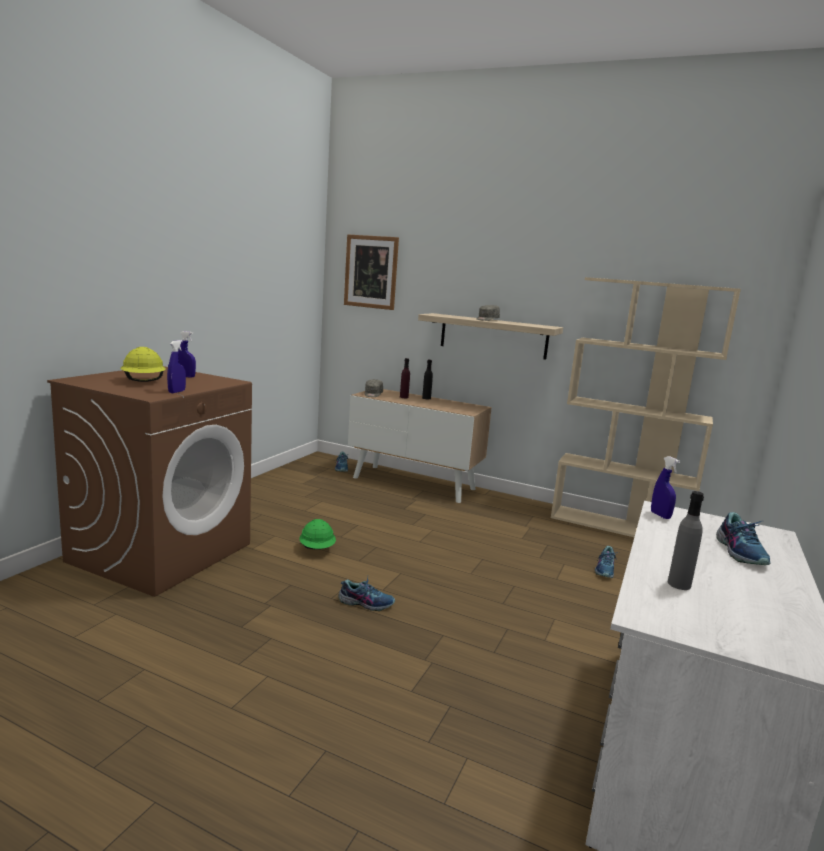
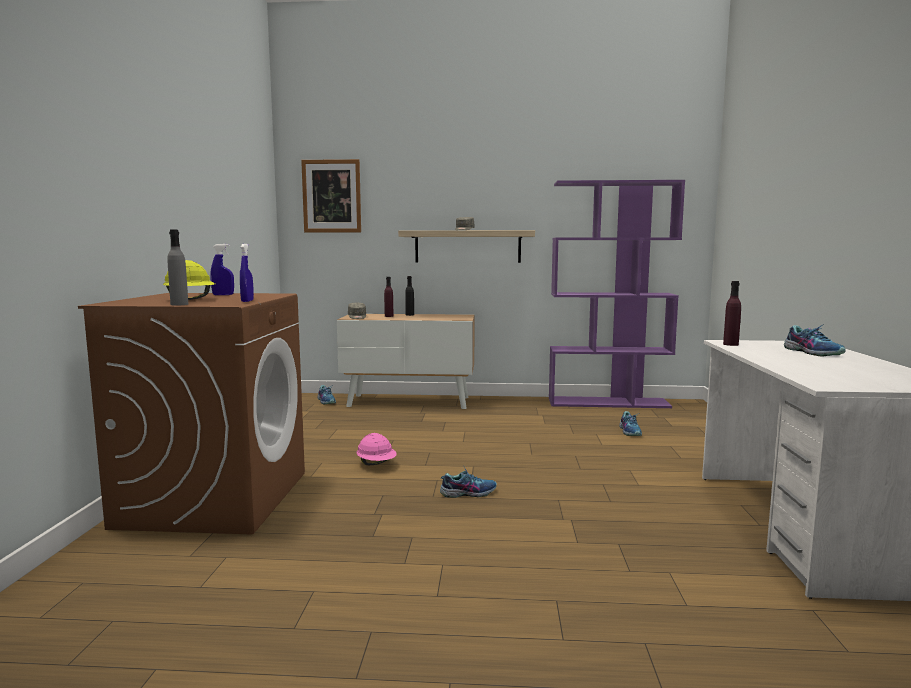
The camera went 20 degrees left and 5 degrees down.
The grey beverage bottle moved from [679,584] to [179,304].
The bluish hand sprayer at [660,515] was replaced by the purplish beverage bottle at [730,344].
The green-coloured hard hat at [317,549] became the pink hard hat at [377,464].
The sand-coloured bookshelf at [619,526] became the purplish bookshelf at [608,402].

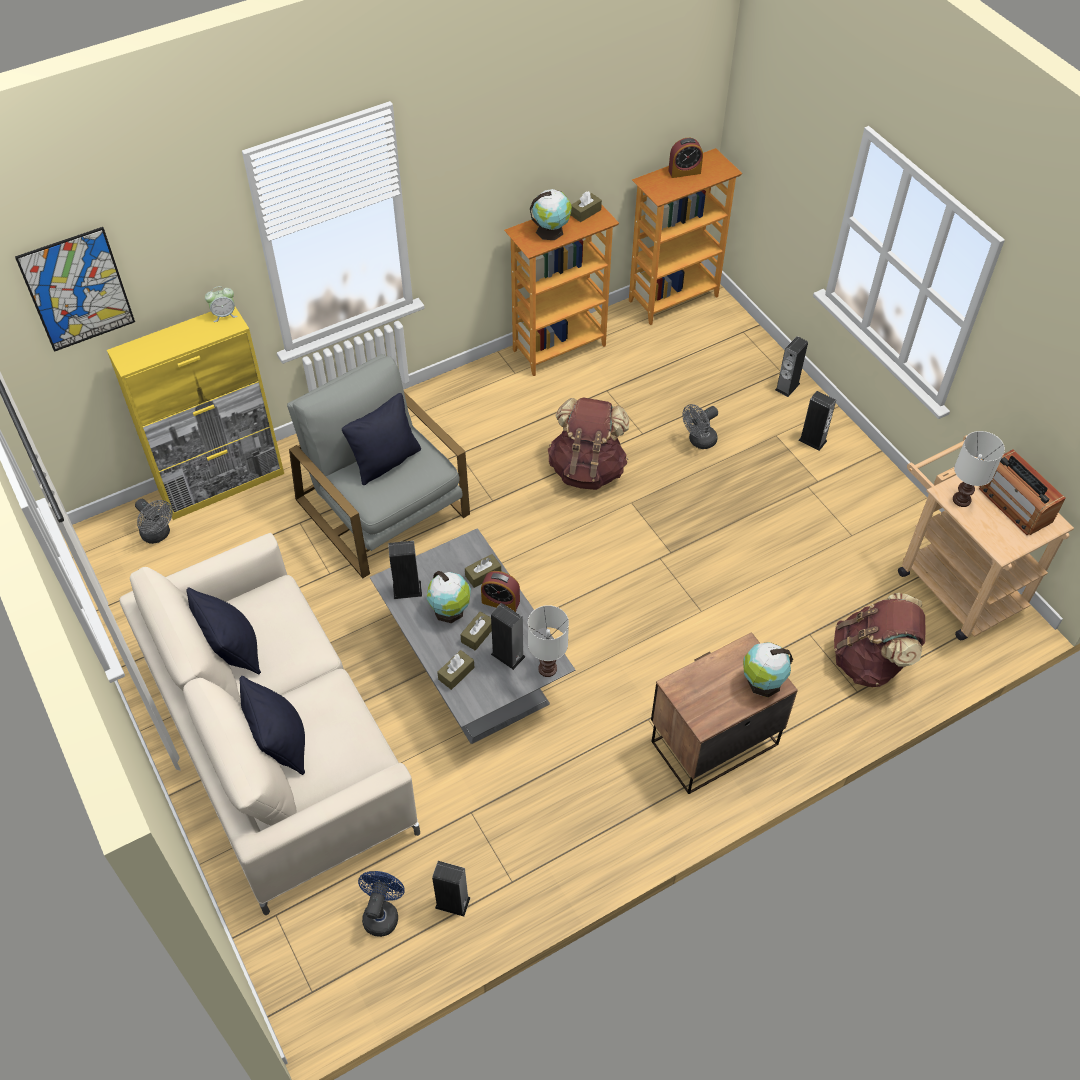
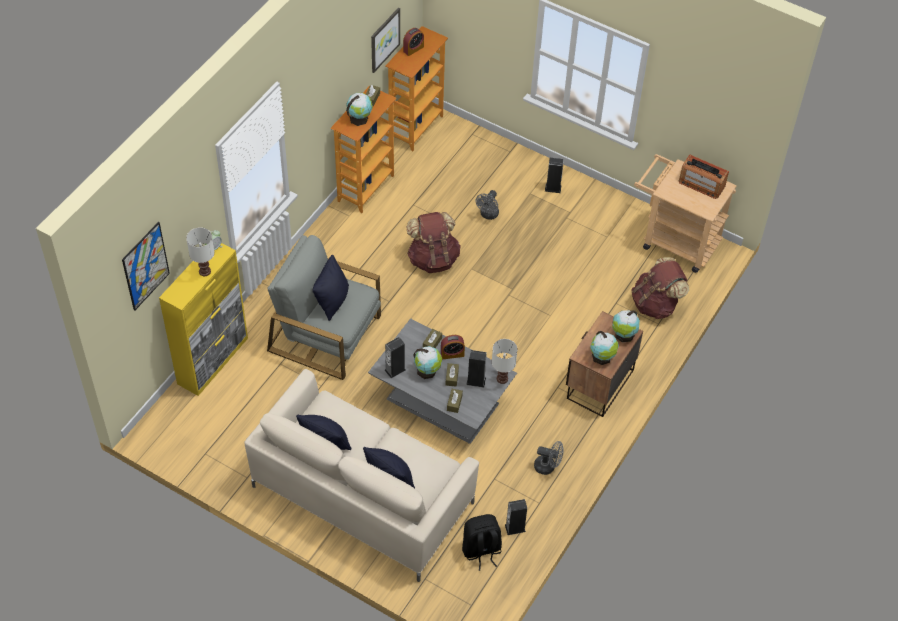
The camera went 30 degrees left and 0 degrees up.
The loudspeaker at [787,386] disappeared.
The wall picture at [384,39] appeared.
The globe at [602,357] appeared.
The grey fan moved from [158,535] to [548,466].
The white table lamp moved from [962,500] to [205,271].
The bluish fan at [382,913] was replaced by the blackish rucksack at [481,550].

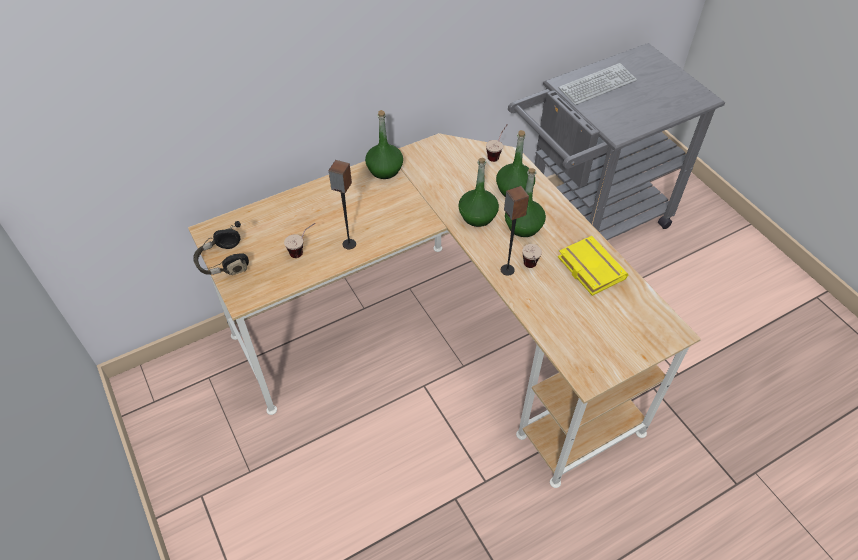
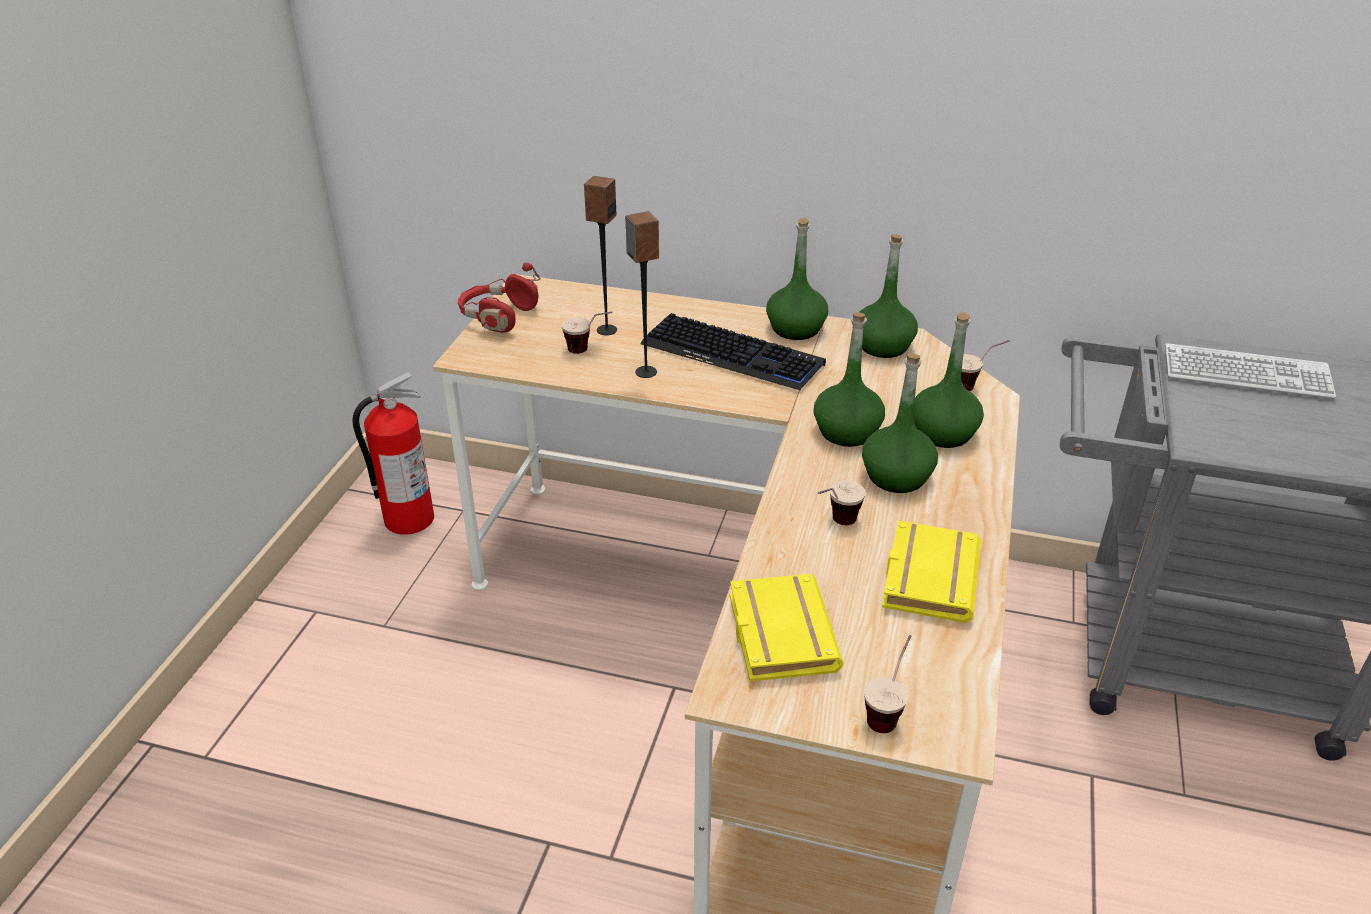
The camera went 45 degrees right and 15 degrees down.
The fire-fighting cylinder at [408,519] appeared.
The computer keyboard at [732,355] appeared.
The yellow-coloured volume at [777,632] appeared.
The green-coloured beverage bottle at [883,346] appeared.
The cup at [888,710] appeared.
The loudspeaker moved from [507,270] to [606,330].
The blackish headphones at [223,262] became the reddish headphones at [498,317].

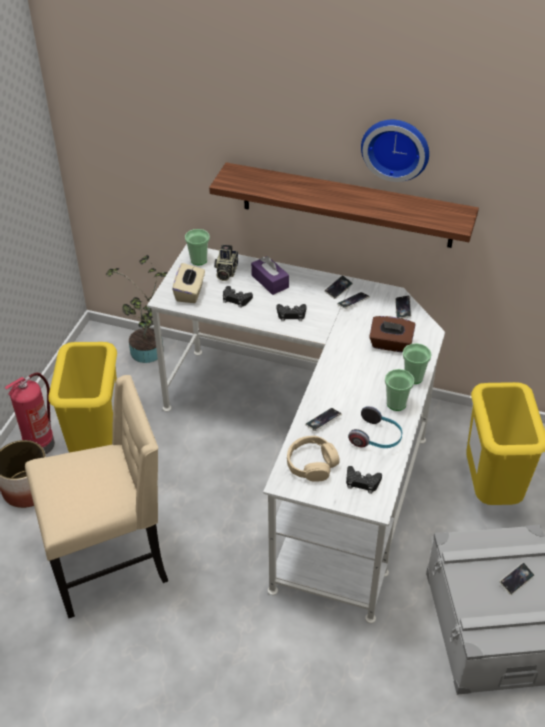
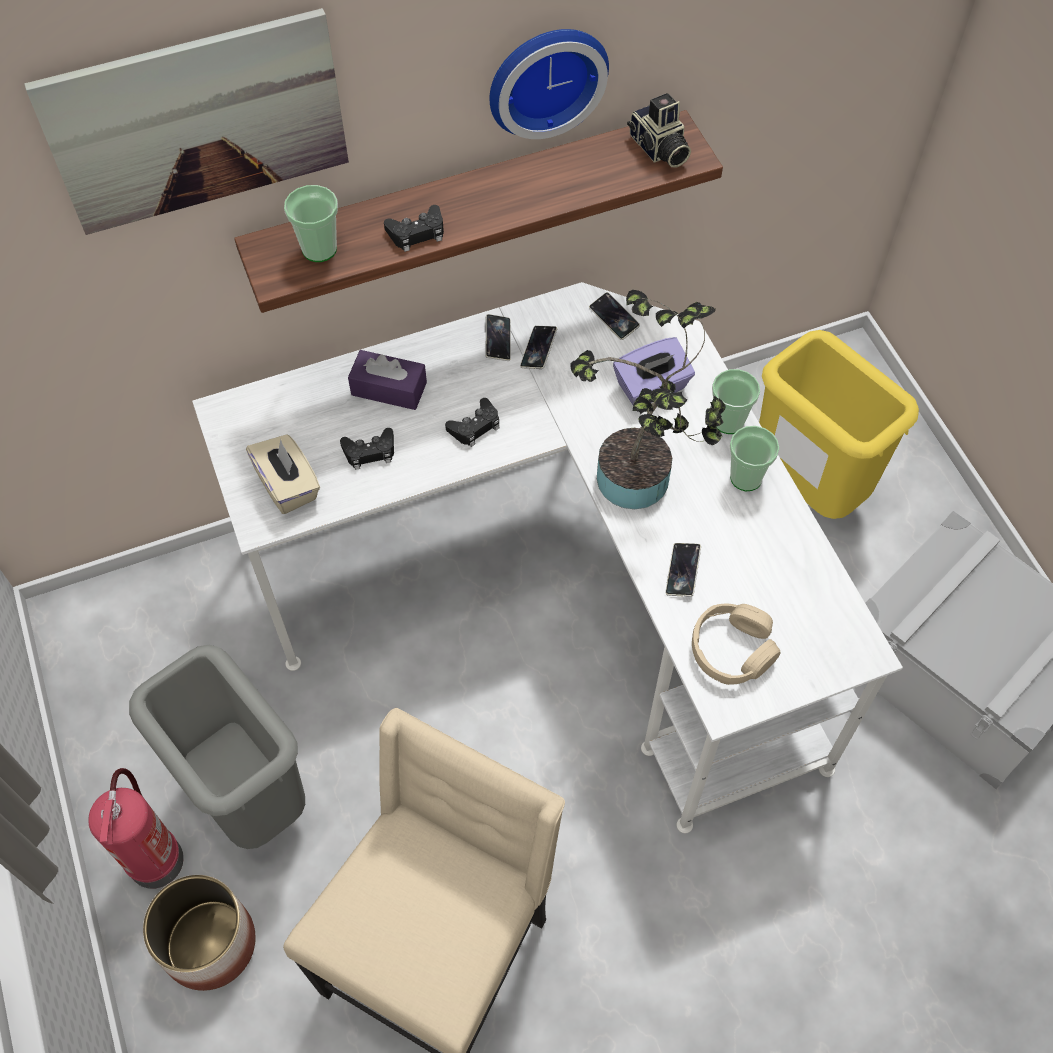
The camera went 40 degrees left and 15 degrees up.
The headphones at [377,438] disappeared.
The handset at [516,580] disappeared.
The wall picture at [198,122] appeared.
The potted plant moved from [147,354] to [640,482].
The cup moved from [199,260] to [319,249].
The still camera moved from [225,272] to [658,149].
The blackish game controller moved from [362,482] to [417,233].
The yellow-coloured rubbish bin at [97,446] became the grey rubbish bin at [248,797].
The brownish tissue box at [390,344] became the purplish tissue box at [652,387].

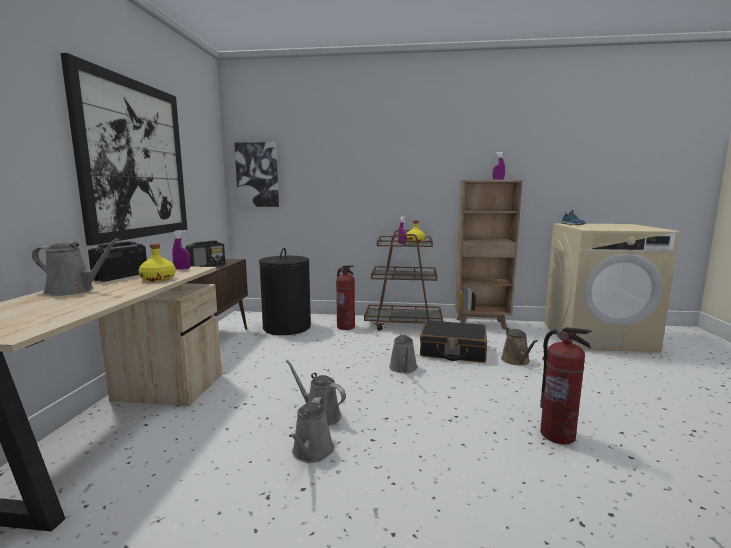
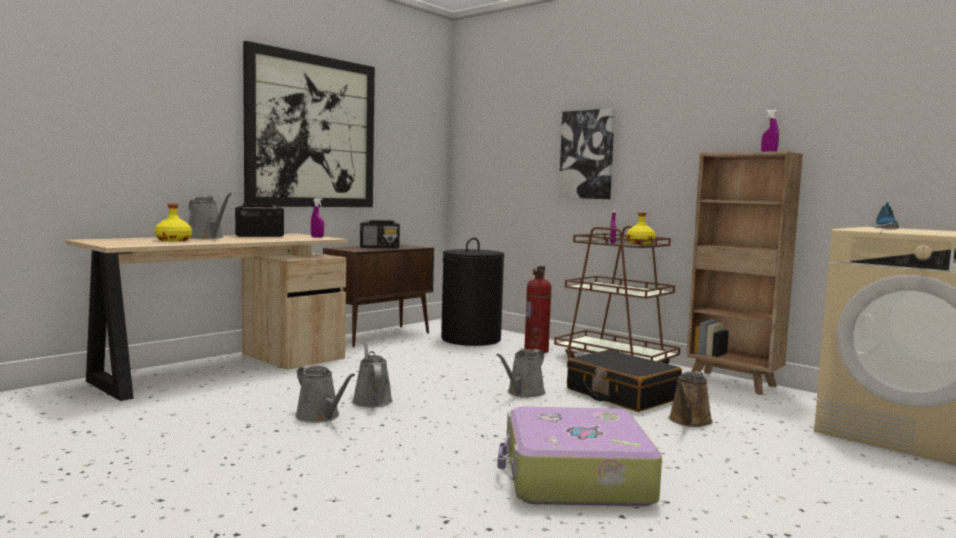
The camera went 35 degrees right and 5 degrees down.
The yellow-coloured beverage bottle moved from [158,279] to [173,240].
The wall picture moved from [257,175] to [587,154].
The fire-fighting cylinder at [557,435] was replaced by the piece of luggage at [575,477].
The grey watering pot at [311,452] turned 90 degrees counterclockwise.

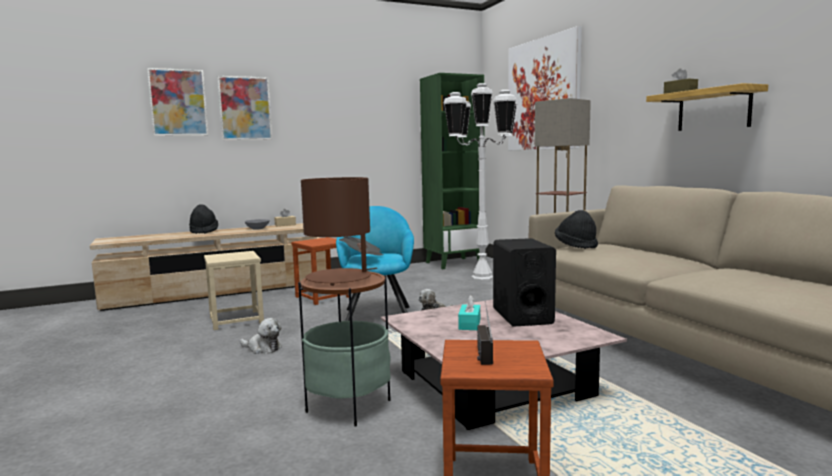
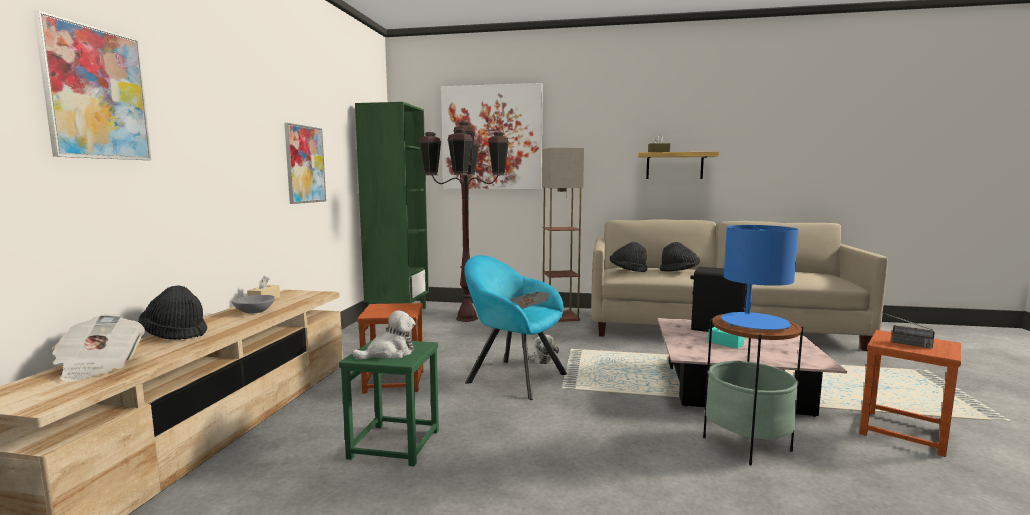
The camera went 55 degrees left and 0 degrees up.
The printed paper at [99,366] appeared.
The blackish hat at [679,271] appeared.
The wall picture moved from [245,108] to [305,164].
The plush toy moved from [262,348] to [389,353].
The sand-coloured stool seat at [236,320] became the green-coloured stool seat at [395,444].
The brownish table lamp at [339,278] became the bluish table lamp at [754,322].
The white standard lamp at [481,277] became the brownish standard lamp at [466,319].

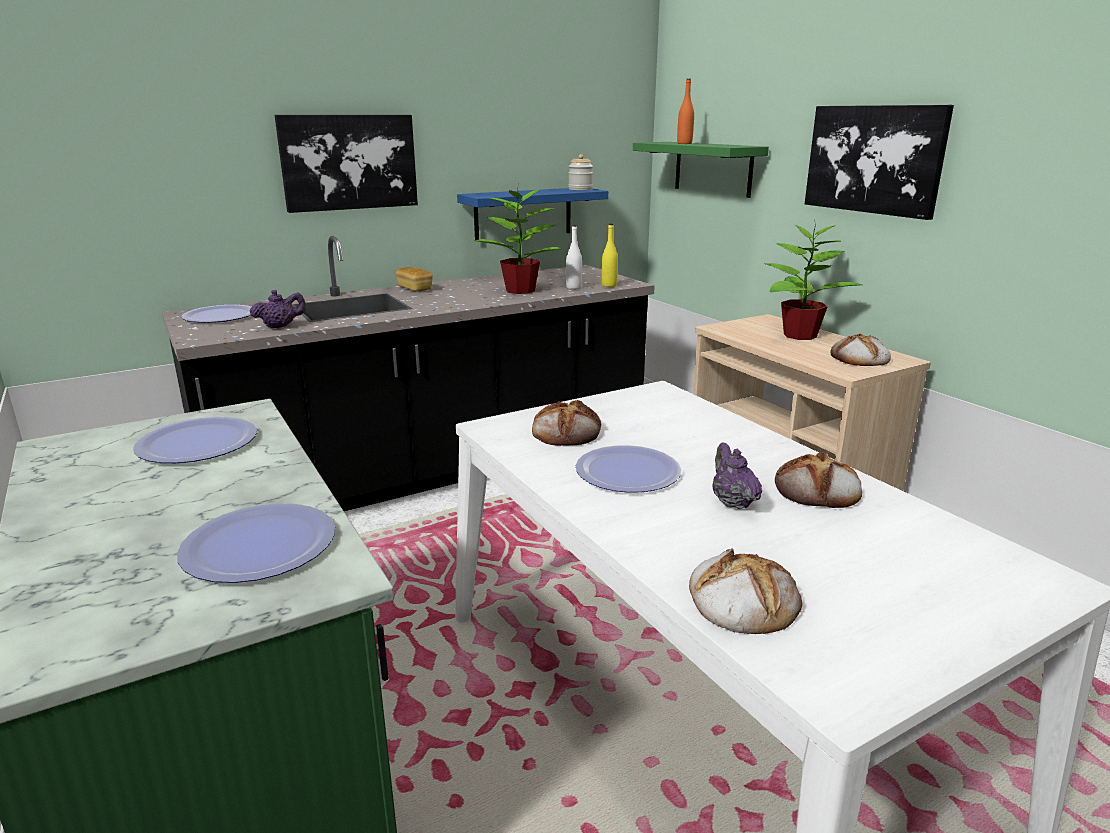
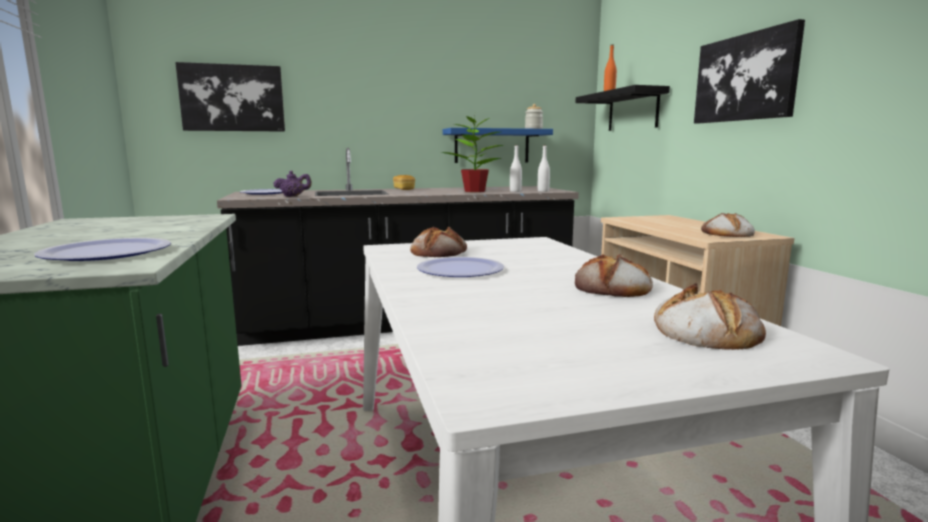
The camera went 15 degrees right and 10 degrees down.
The dinner plate at [197,443] disappeared.
The purplish pot for tea at [732,502] disappeared.
The potted plant at [798,335] disappeared.
The wall picture moved from [349,162] to [232,98].
The baked bread moved from [742,600] to [704,331].
The yellow-coloured beverage bottle at [609,285] became the white beverage bottle at [543,191].
The green-coloured wall shelf at [713,168] became the blackish wall shelf at [633,111].

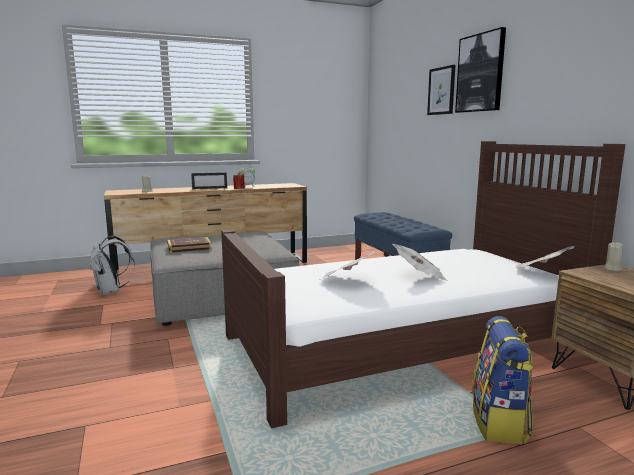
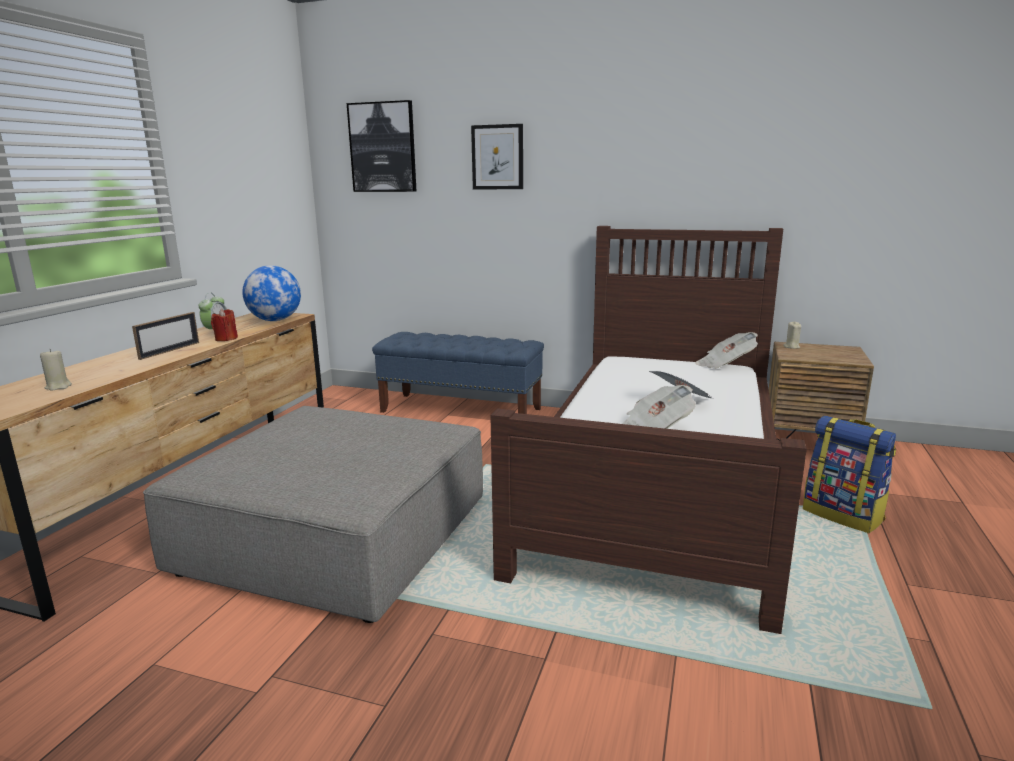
The camera went 50 degrees left and 5 degrees up.
The white rucksack at [111,291] disappeared.
The volume at [189,247] disappeared.
The globe at [275,320] appeared.
The wall picture moved from [480,73] to [383,147].

